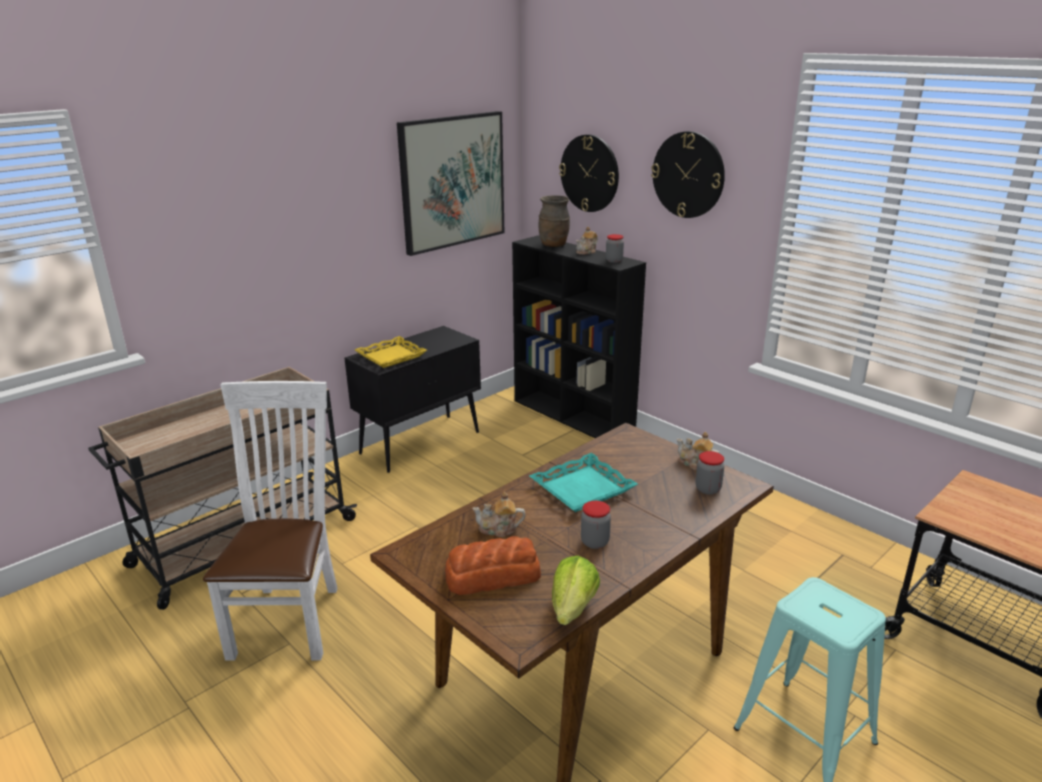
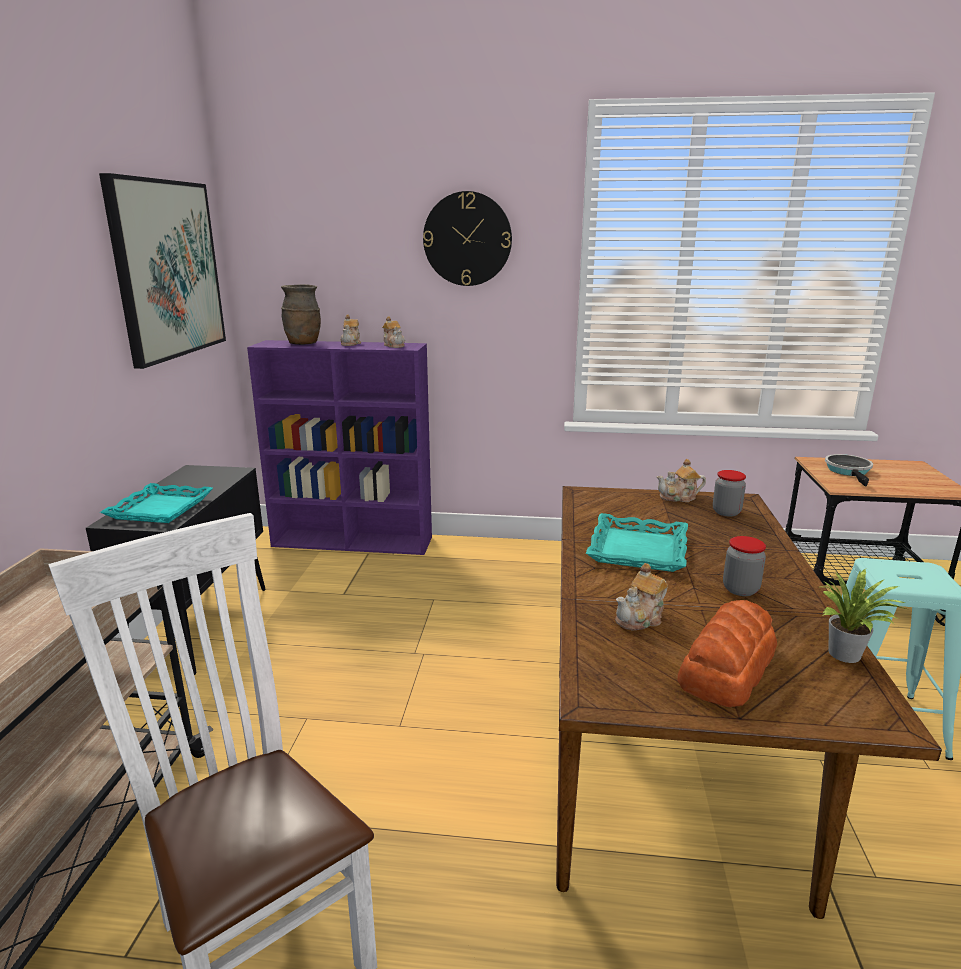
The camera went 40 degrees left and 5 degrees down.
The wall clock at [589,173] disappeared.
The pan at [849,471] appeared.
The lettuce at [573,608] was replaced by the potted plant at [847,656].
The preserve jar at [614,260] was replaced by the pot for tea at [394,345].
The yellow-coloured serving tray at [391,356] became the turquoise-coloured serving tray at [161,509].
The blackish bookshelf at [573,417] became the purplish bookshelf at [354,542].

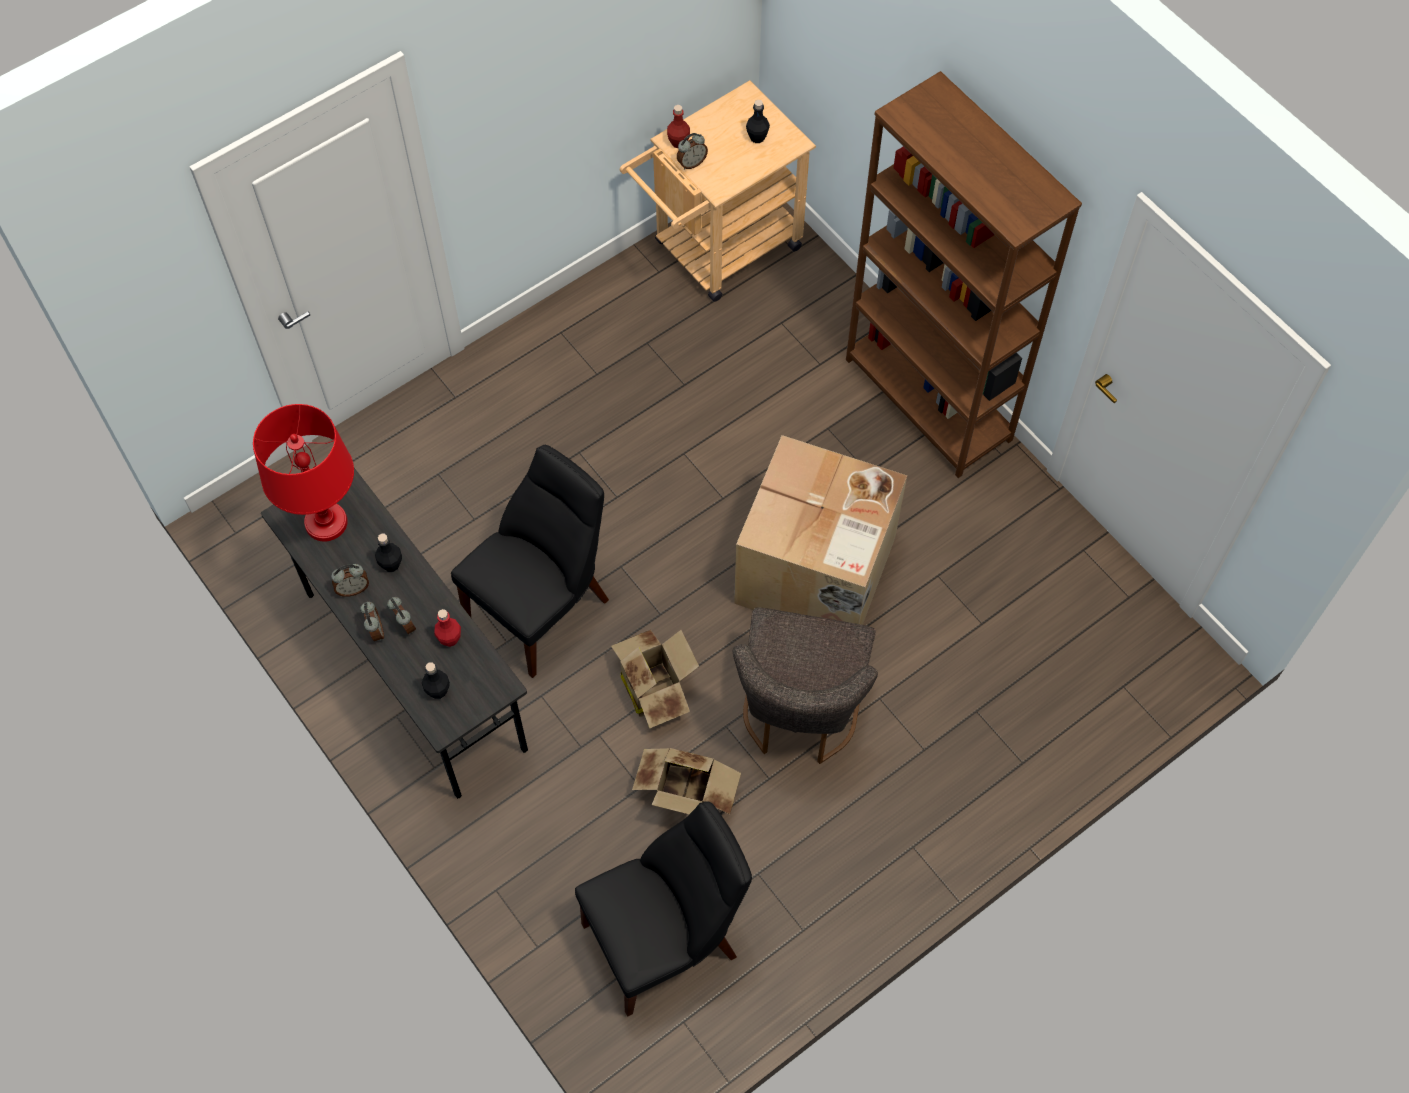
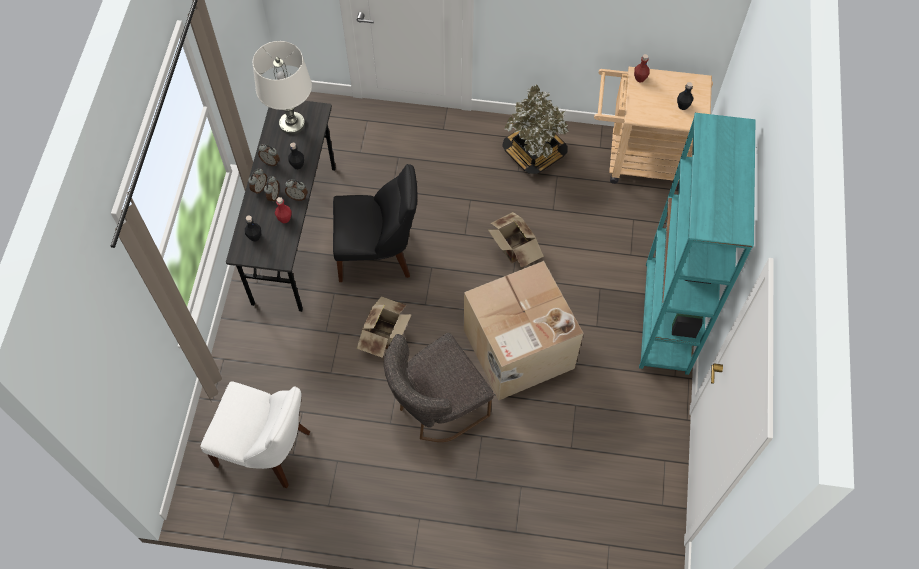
The camera went 45 degrees right and 0 degrees up.
The potted plant at [534,152] appeared.
The packing box moved from [686,797] to [513,250].
The alarm clock moved from [691,163] to [297,196].
The reddish table lamp at [326,522] became the white table lamp at [292,124].
The blackish chair at [666,938] became the white chair at [267,450].
The brownish bookshelf at [928,400] became the turquoise-coloured bookshelf at [666,318].

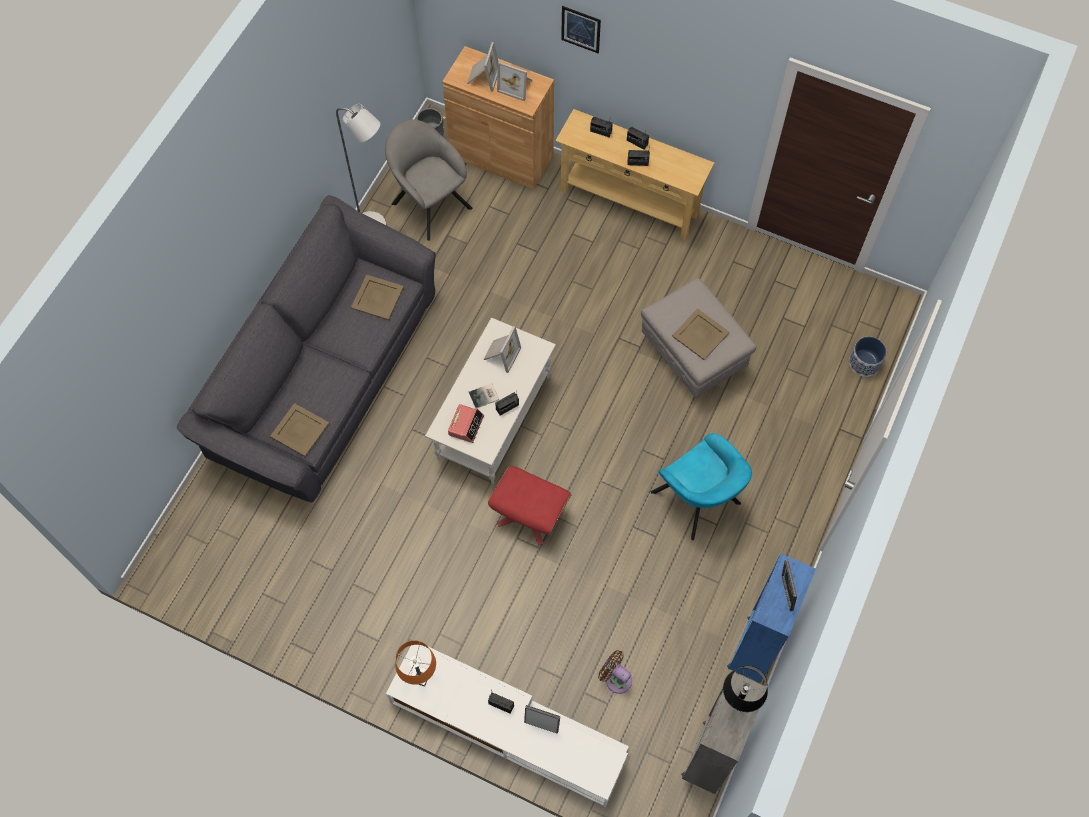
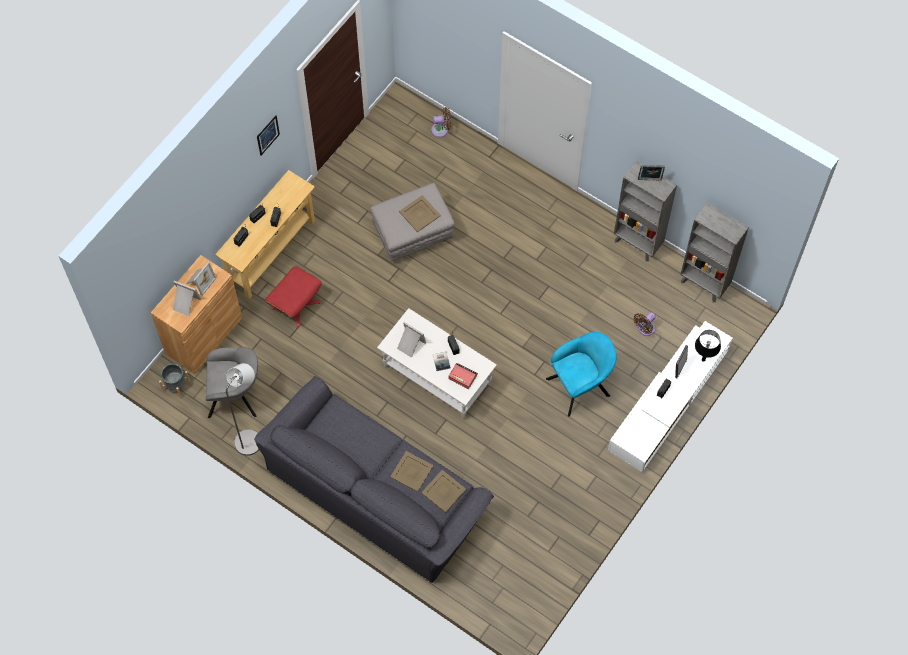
The camera went 80 degrees left and 0 degrees up.
The orangey table lamp at [420,676] disappeared.
The sand-coloured serving tray moved from [377,298] to [412,471].
The reddish pouffe moved from [529,514] to [296,305].
The wall picture moved from [580,29] to [268,135].
The turquoise-coloured easy chair moved from [698,501] to [581,385].
The blackish table lamp moved from [737,702] to [703,359].
The planter at [864,363] was replaced by the brownish fan at [441,129].
The bluish bookshelf at [753,650] became the grey bookshelf at [637,243].
The grey easy chair at [429,203] turned 150 degrees counterclockwise.

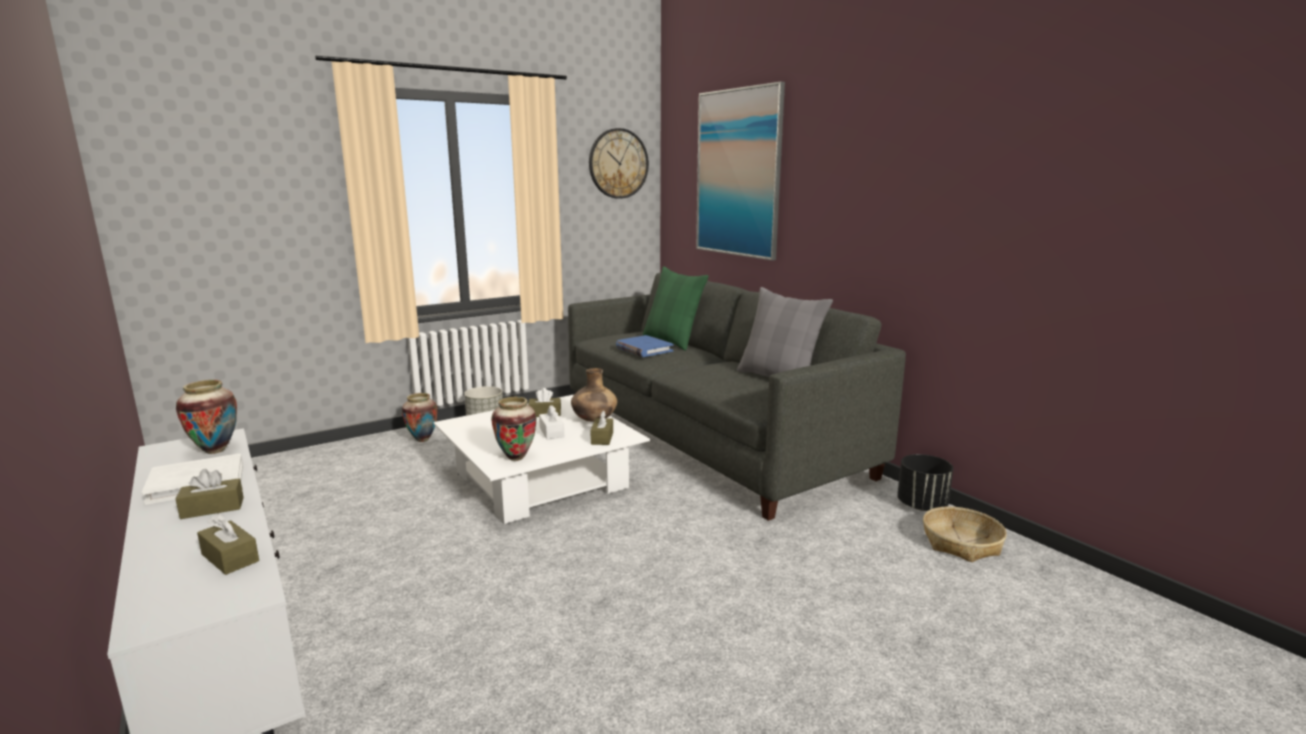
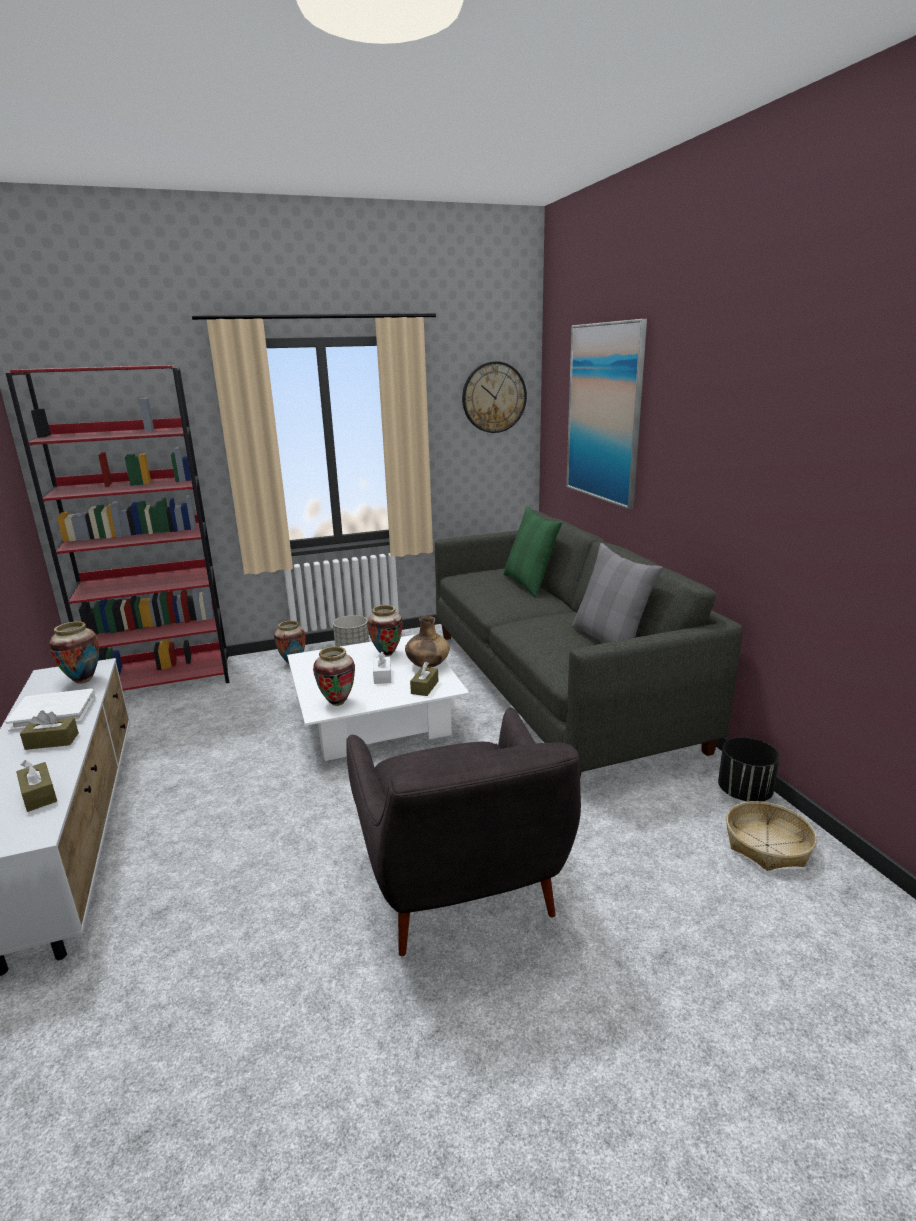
The camera went 15 degrees right and 5 degrees up.
The bluish volume at [644,349] disappeared.
The reddish bookshelf at [165,679] appeared.
The grey easy chair at [461,890] appeared.
The brownish tissue box at [545,413] was replaced by the flower vase at [386,654].

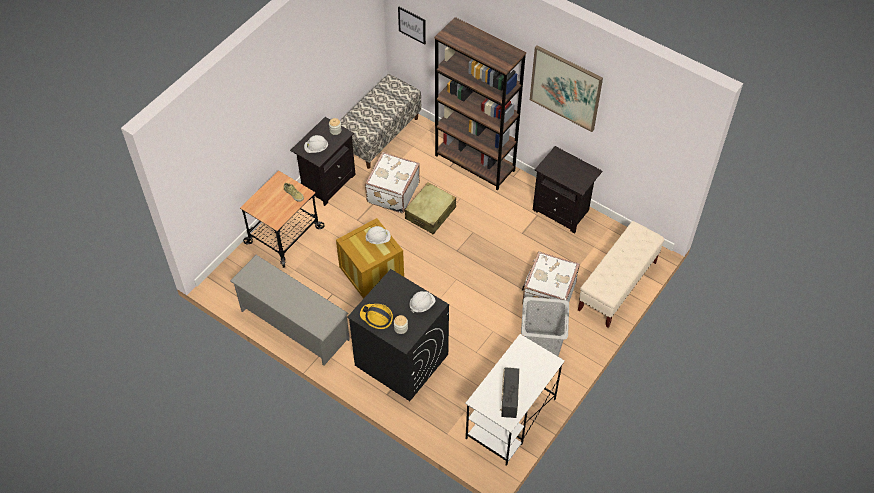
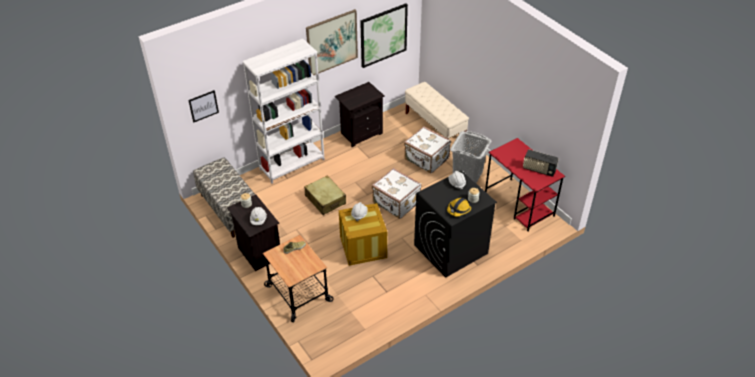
The camera went 70 degrees left and 10 degrees down.
The grey shoe stand at [293,324] disappeared.
The wall picture at [383,35] appeared.
The white piece of luggage moved from [392,192] to [396,203].
The brownish bookshelf at [475,163] became the white bookshelf at [292,164].
The white desk at [510,419] became the reddish desk at [519,204].

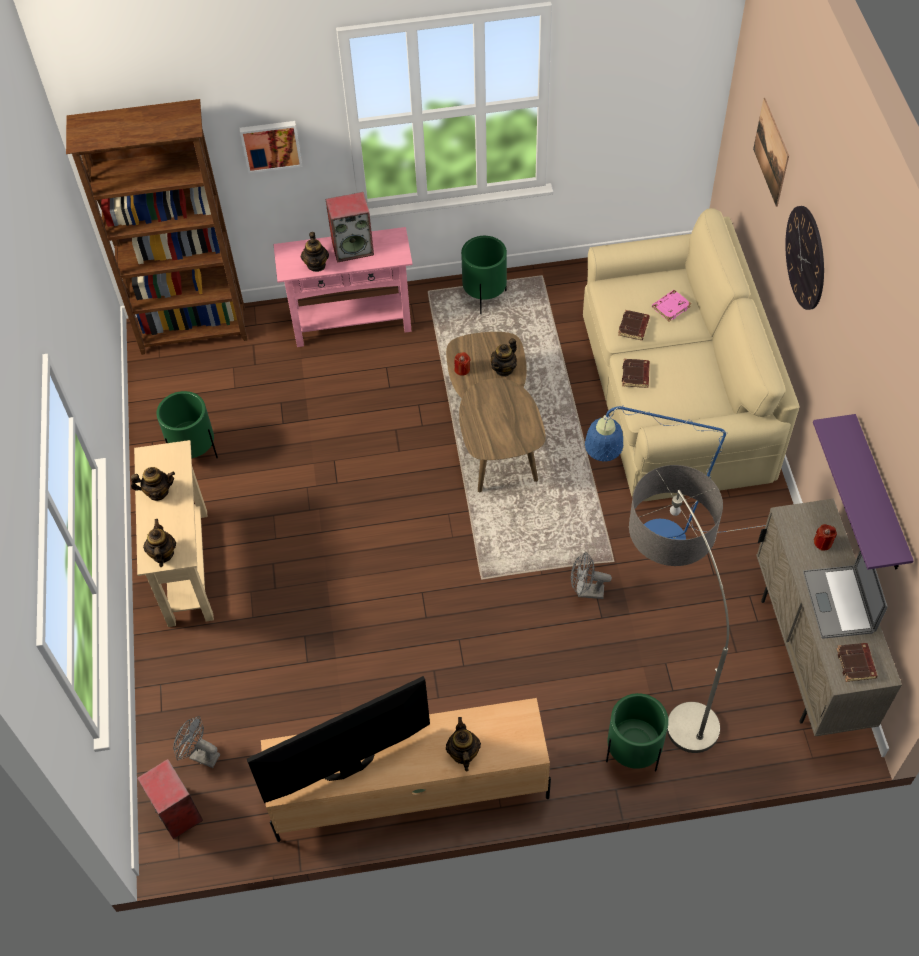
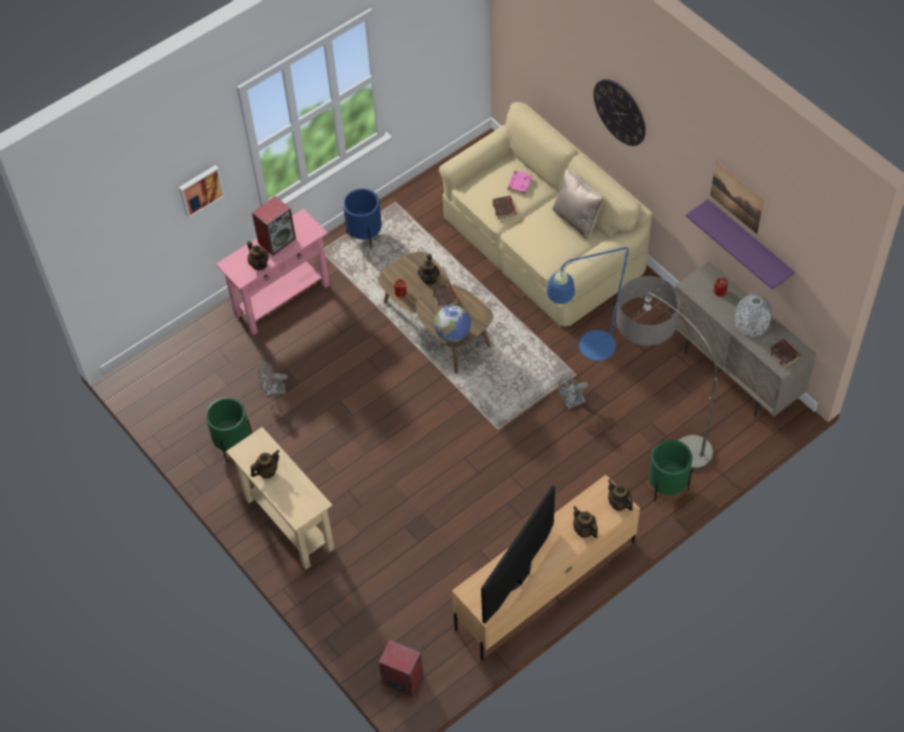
The camera went 30 degrees left and 0 degrees up.
The brownish bookshelf at [194,331] disappeared.
The globe at [453,334] appeared.
The sand-coloured throw pillow at [577,219] appeared.
The pot for tea moved from [162,554] to [619,503].
The grey fan moved from [200,755] to [272,391].
The brownish volume moved from [636,375] to [446,298].
The wall picture moved from [771,152] to [737,197].
The notebook computer at [838,602] was replaced by the grey flower vase at [751,323].
The green-coloured planter at [485,297] became the bluish planter at [365,236].

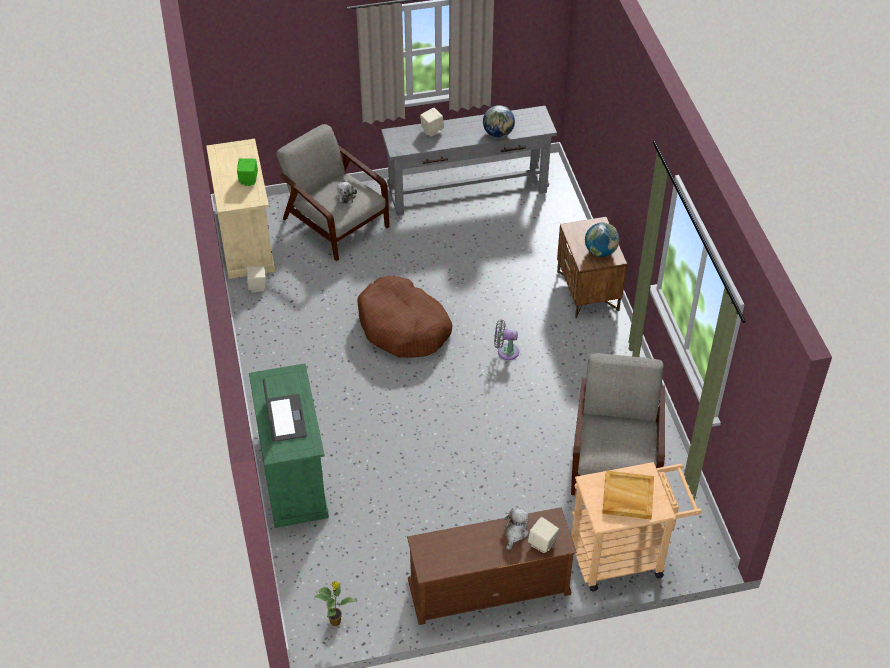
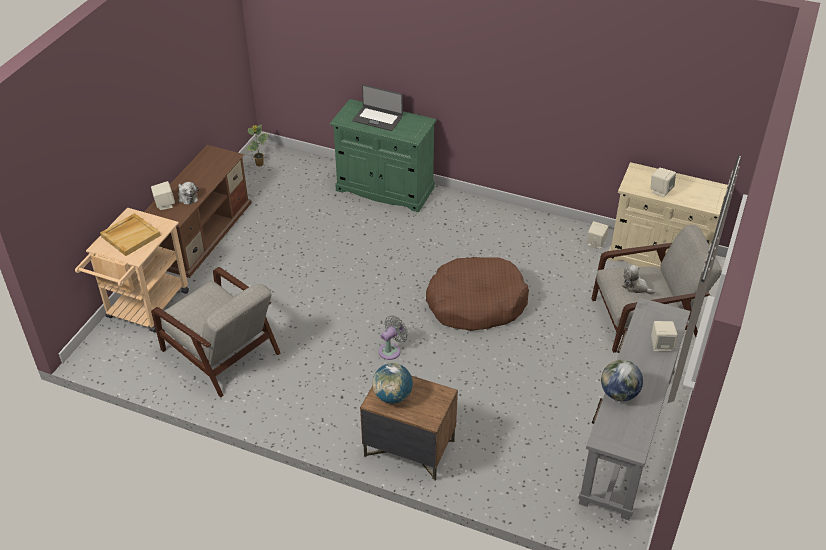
The camera went 125 degrees right and 5 degrees down.
The green-coloured loudspeaker at [248,180] became the sand-coloured loudspeaker at [660,191].

